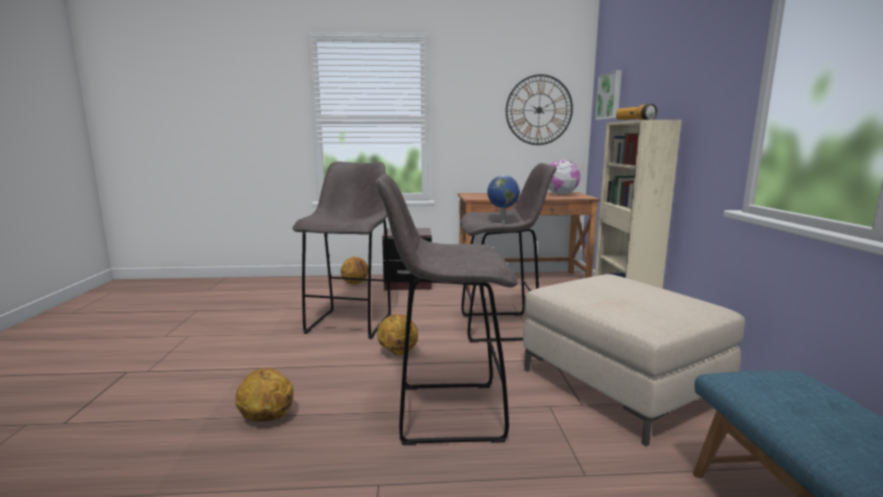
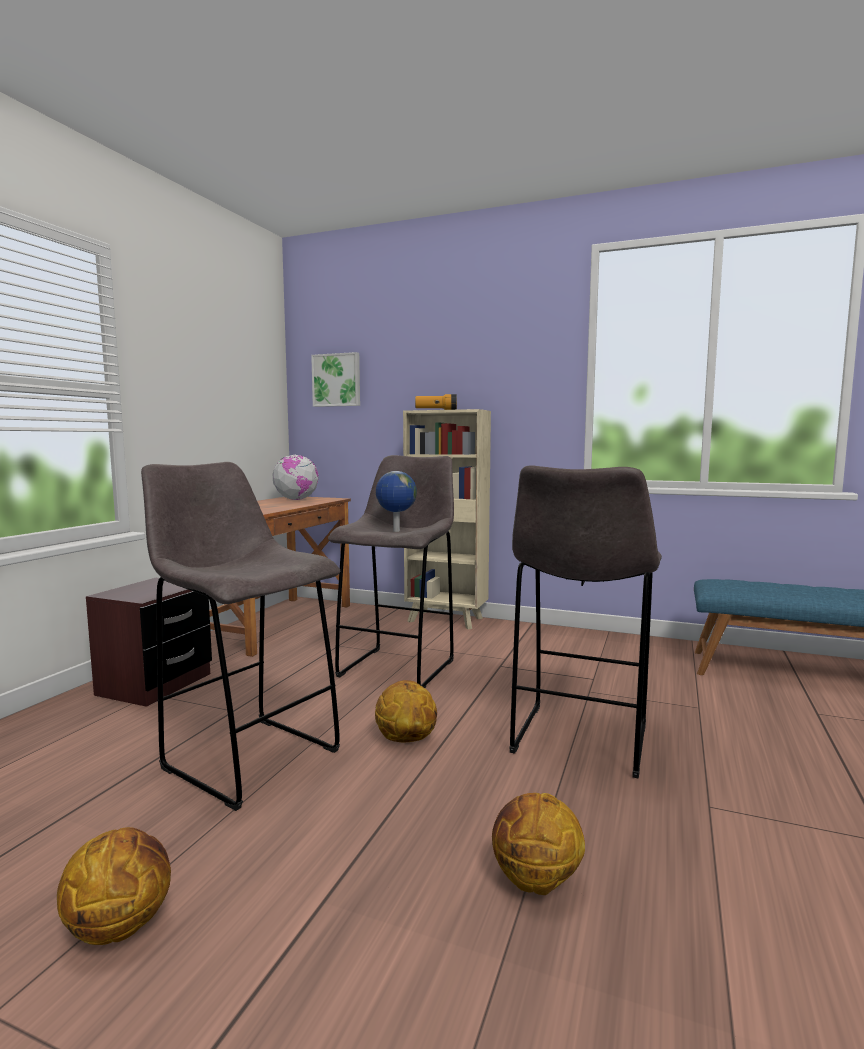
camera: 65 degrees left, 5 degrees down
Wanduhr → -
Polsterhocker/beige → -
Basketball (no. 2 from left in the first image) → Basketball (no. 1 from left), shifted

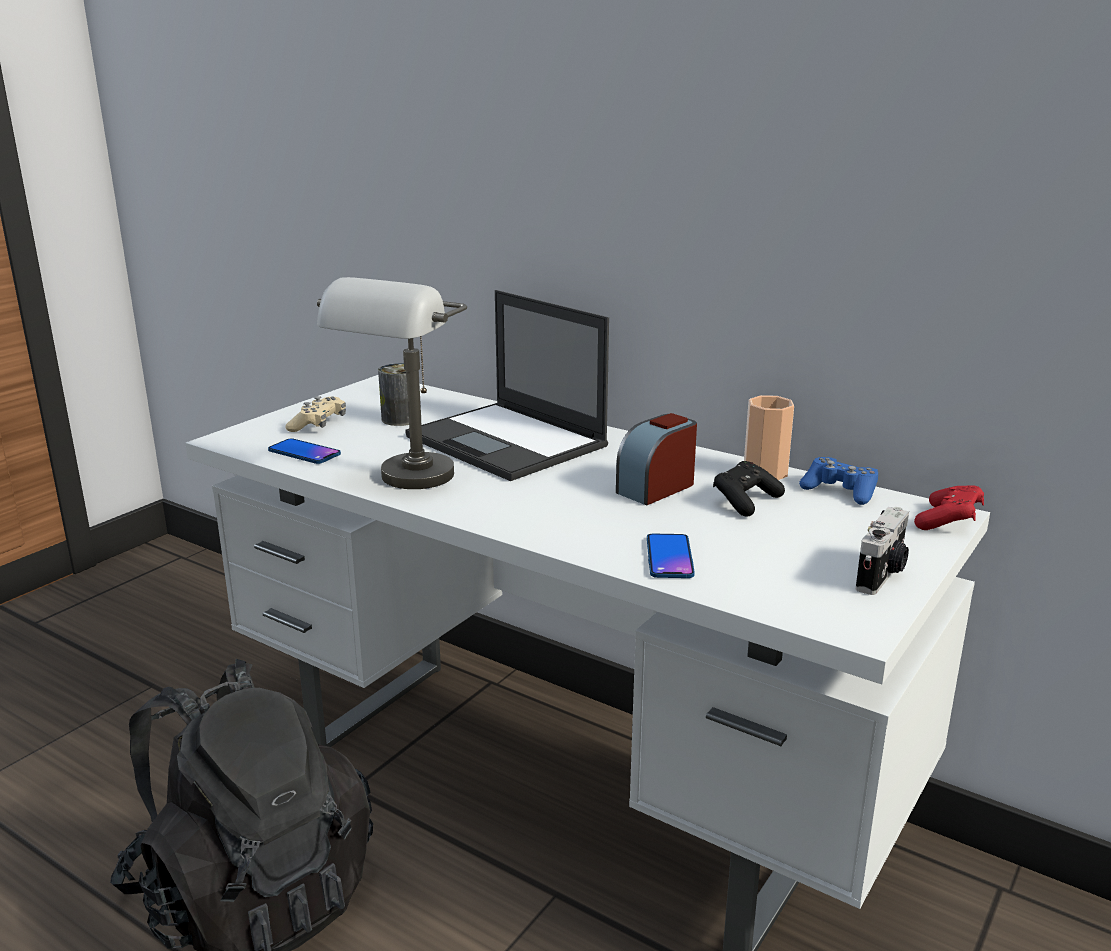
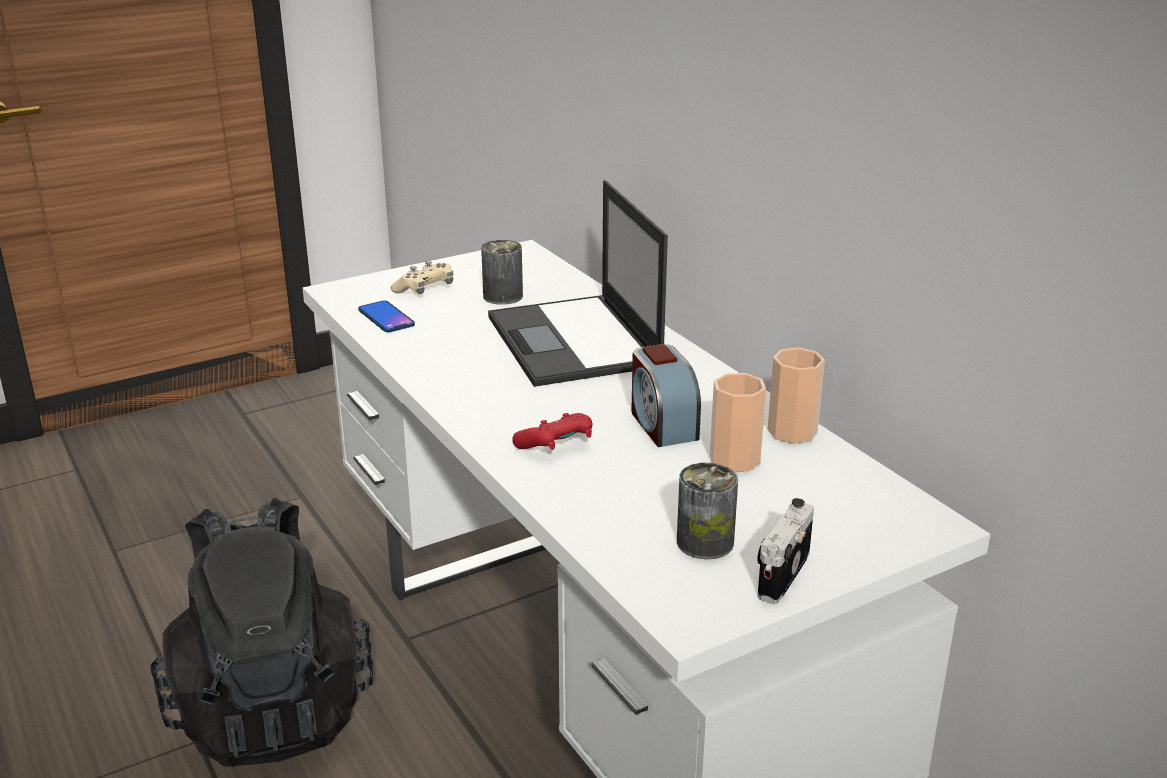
camera: 25 degrees right, 5 degrees up
Tischlampe/grau → -
Handy (no. 2 from left) → -
Gamepad/blau → -
- → Dose (no. 2 from left)
Gamepad/rot, shifted
Gamepad/schwarz → Tasse (no. 1 from left)
Wecker, 90 degrees counterclockwise
Kamera, 150 degrees clockwise

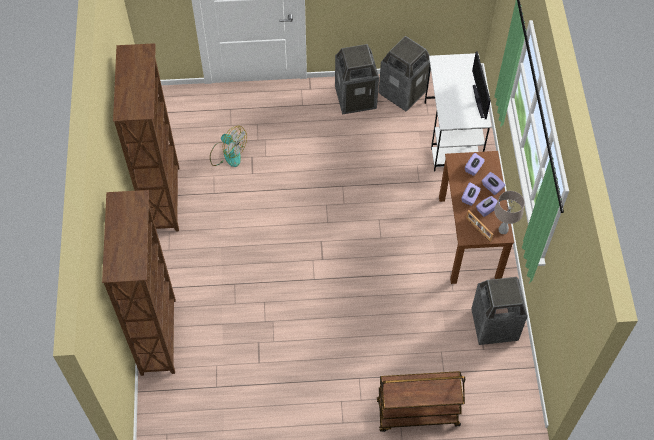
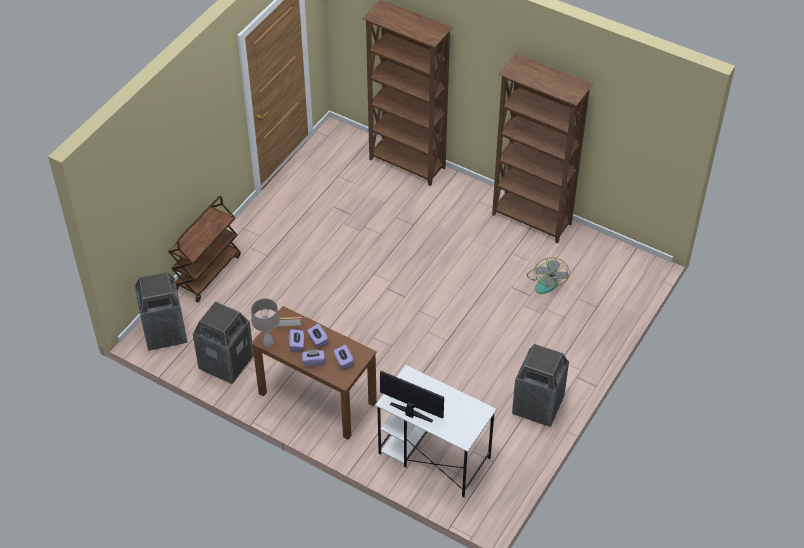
camera: 125 degrees right, 10 degrees down
Mülleimer (no. 2 from left in the first image) → Mülleimer (no. 1 from left), shifted
Ventilator, 60 degrees counterclockwise

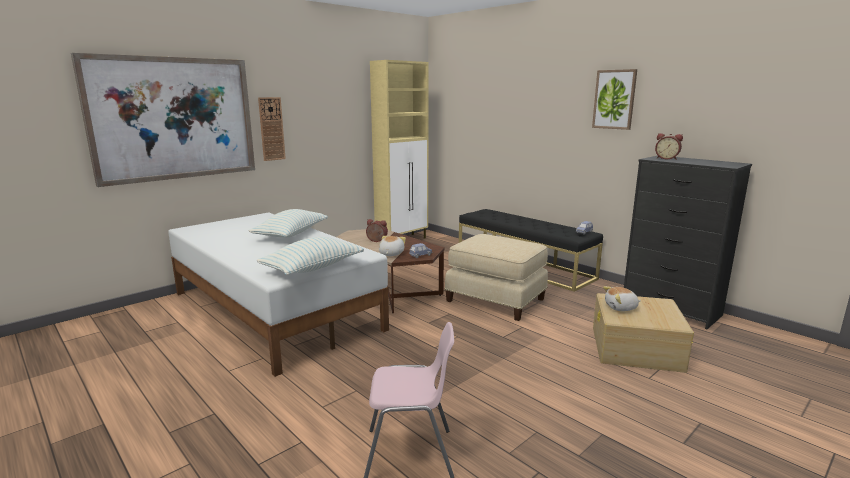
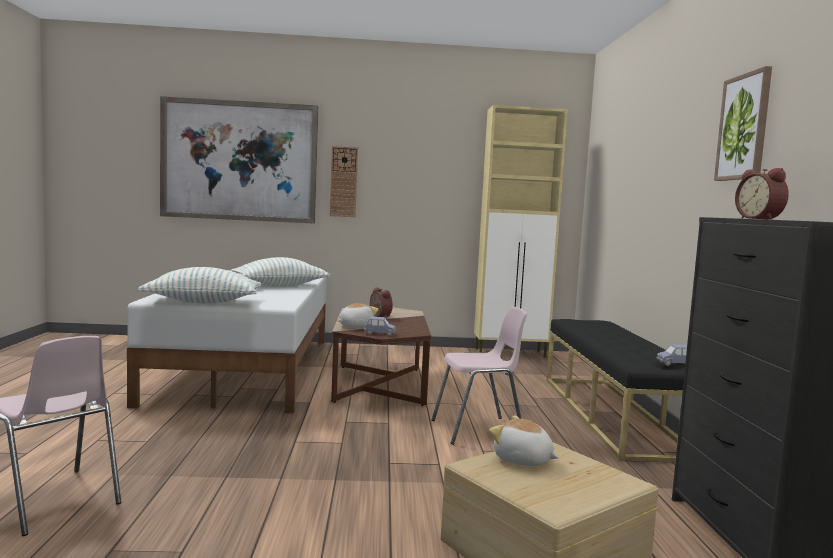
camera: 40 degrees right, 10 degrees down
Polsterhocker/beige → Stuhl/rosa (no. 2 from left)

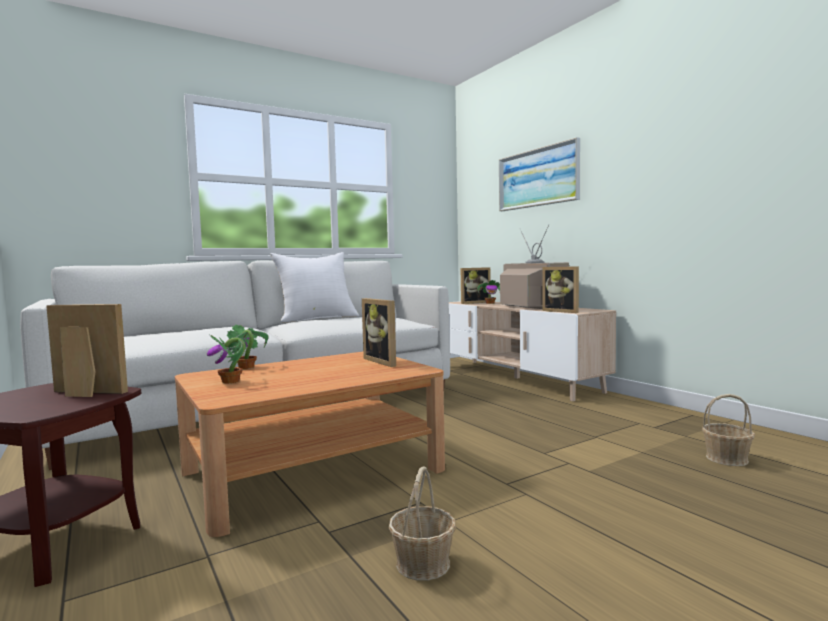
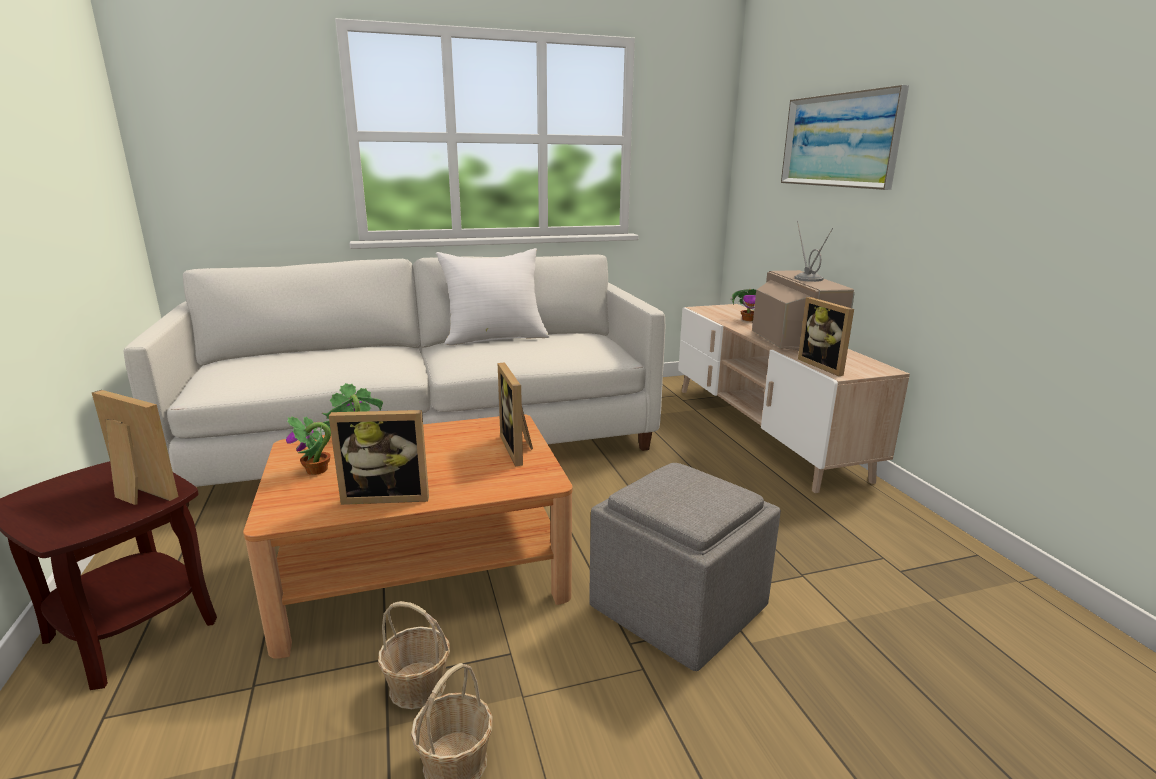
camera: 15 degrees right, 15 degrees up
- → Polsterhocker/grau
Bilderrahmen (no. 3 from left in the first image) → Bilderrahmen (no. 2 from left), shifted
Korb (no. 2 from left in the first image) → Korb (no. 1 from left), shifted

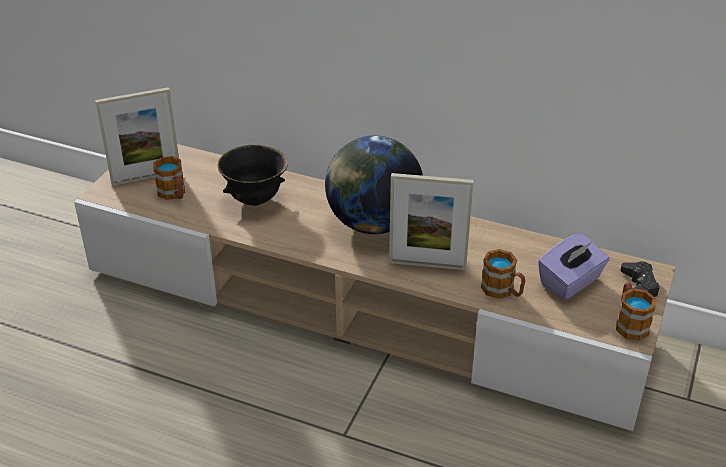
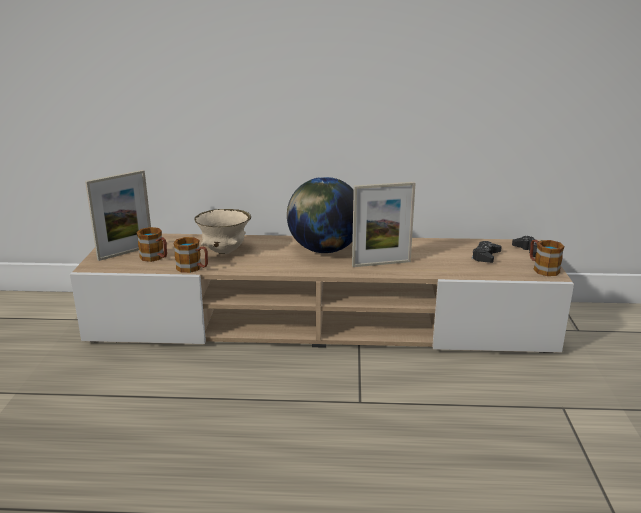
camera: 20 degrees left, 15 degrees down
Henkelbecher (no. 2 from left), shifted
Taschentuchbox/lila → Gamepad/schwarz (no. 1 from left)
Schüssel/schwarz → Schüssel/beige

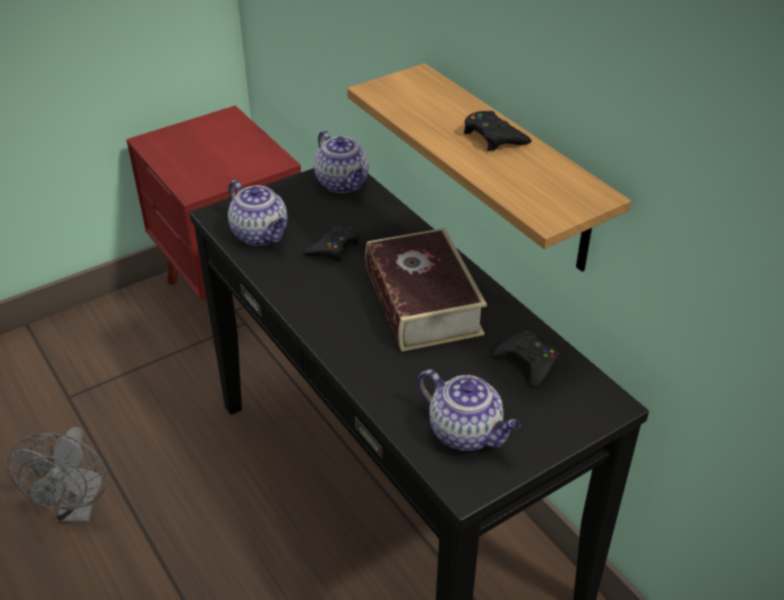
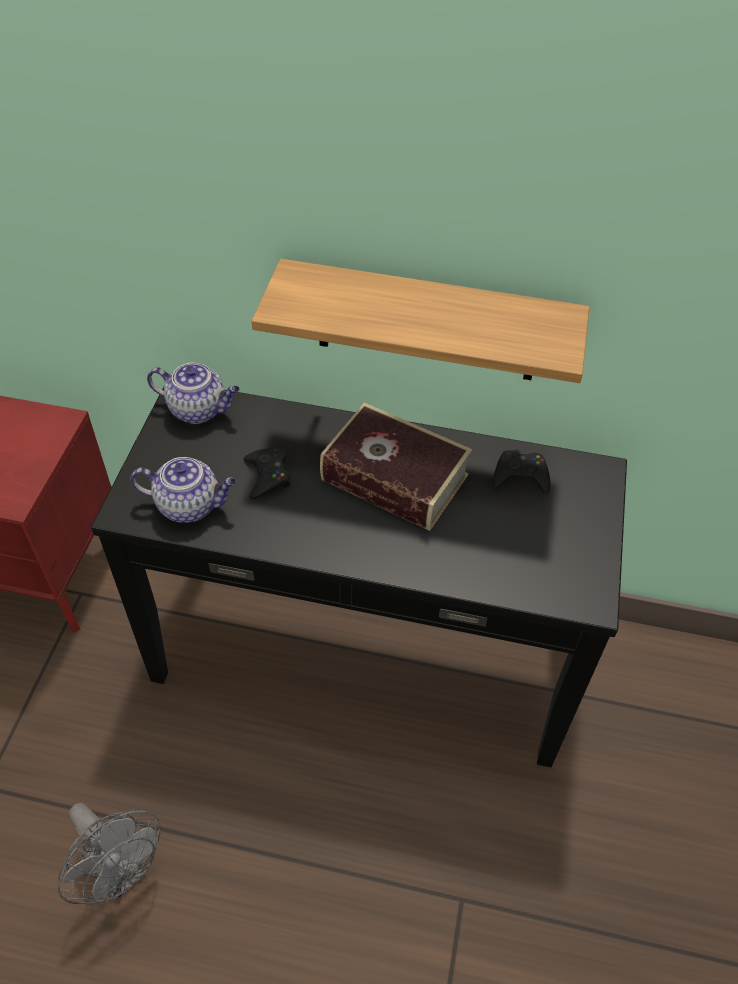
camera: 45 degrees left, 10 degrees up
Teekanne (no. 3 from left) → -
Gamepad/schwarz (no. 2 from left) → -

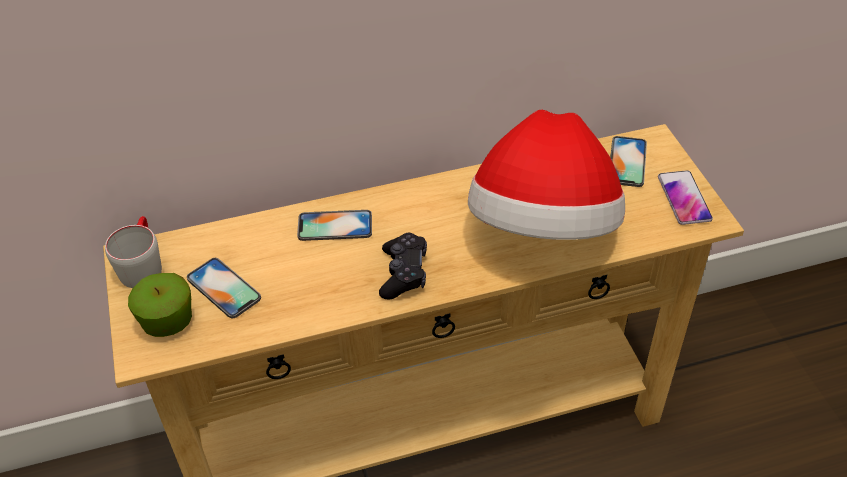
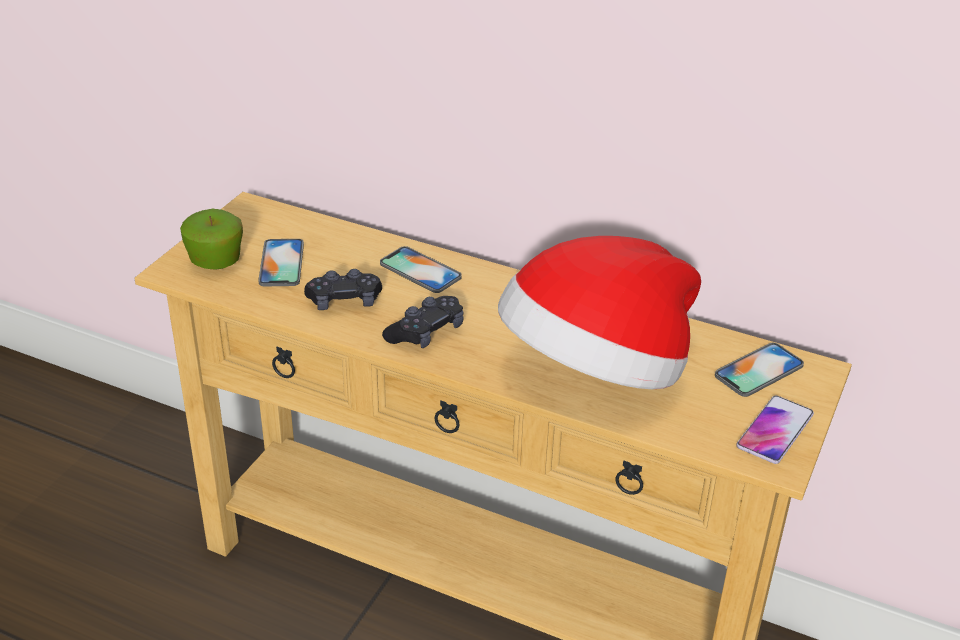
camera: 40 degrees right, 10 degrees down
Henkelbecher/grau → -
- → Gamepad/schwarz (no. 1 from left)

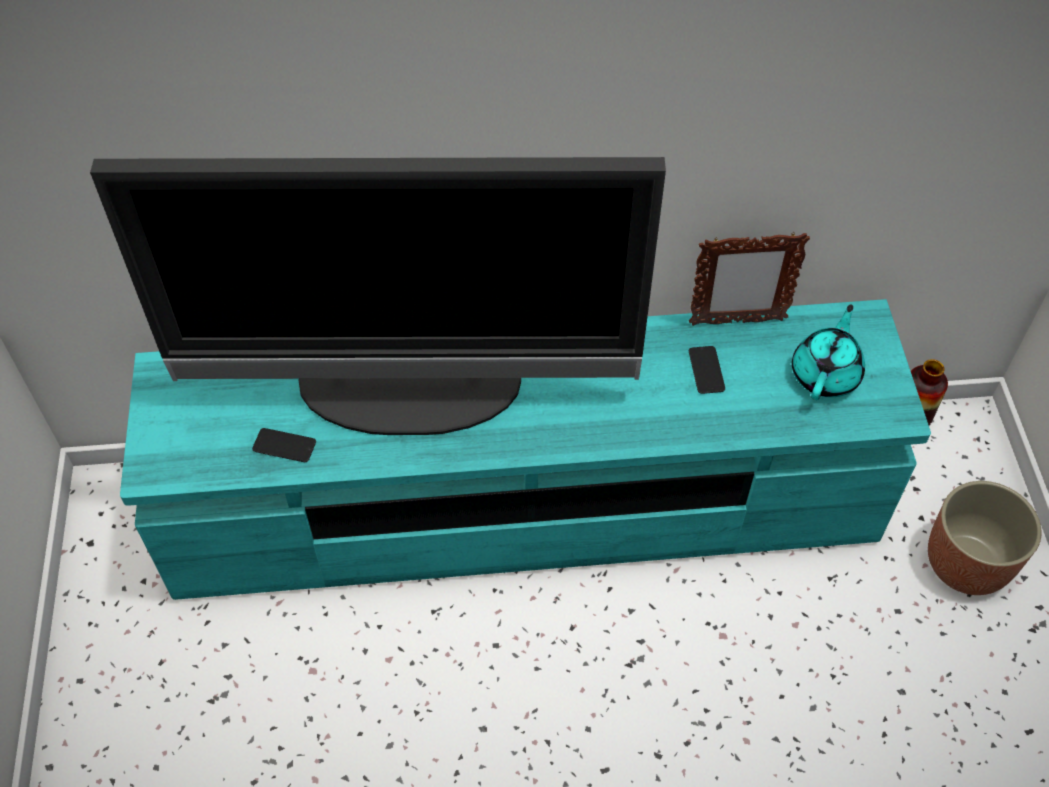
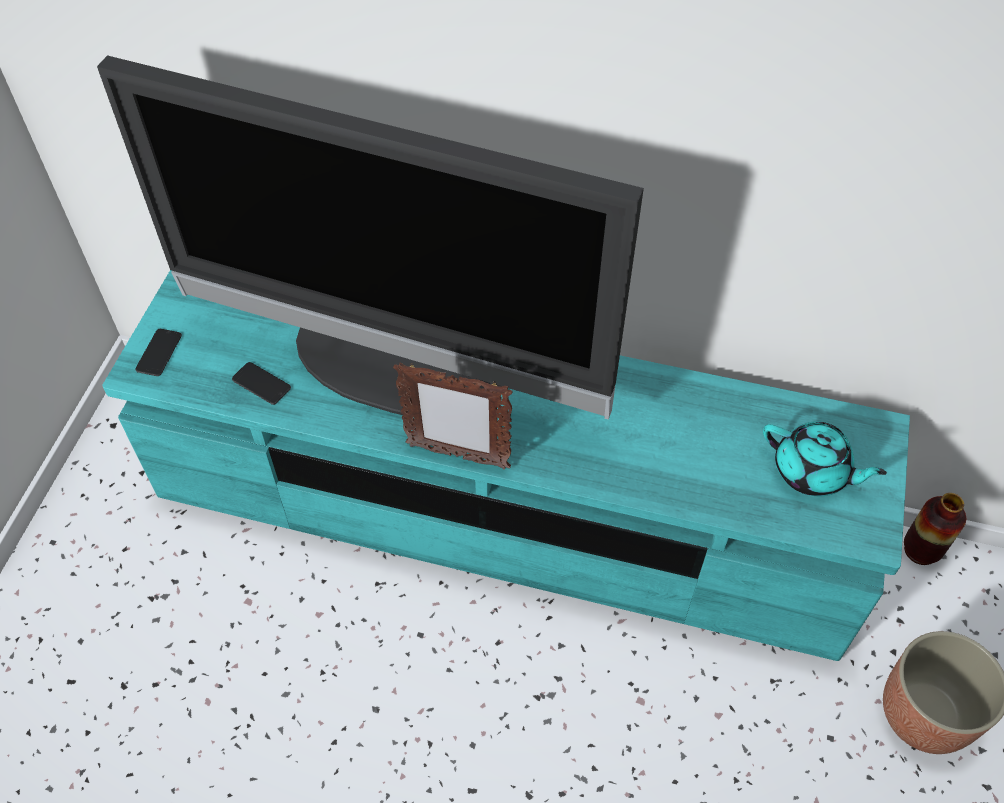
camera: 20 degrees right, 0 degrees up
Bilderrahmen, shifted
Handy (no. 2 from left in the first image) → Handy (no. 1 from left), shifted
Teekanne/türkis, 75 degrees clockwise

